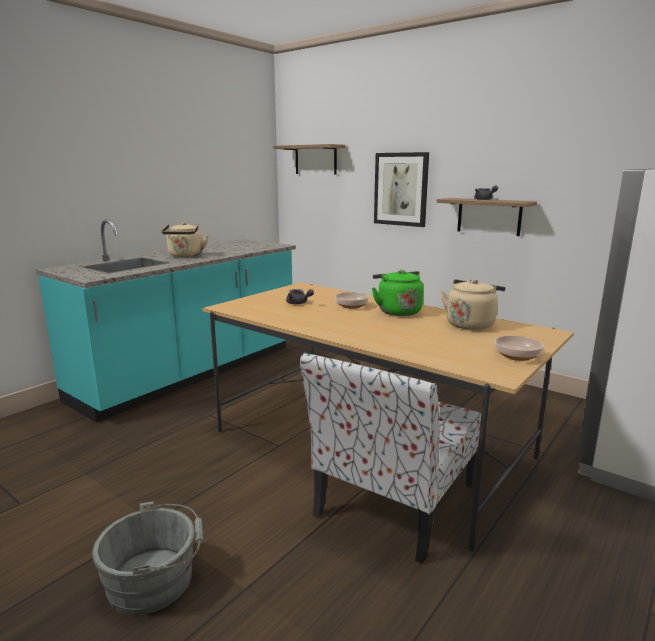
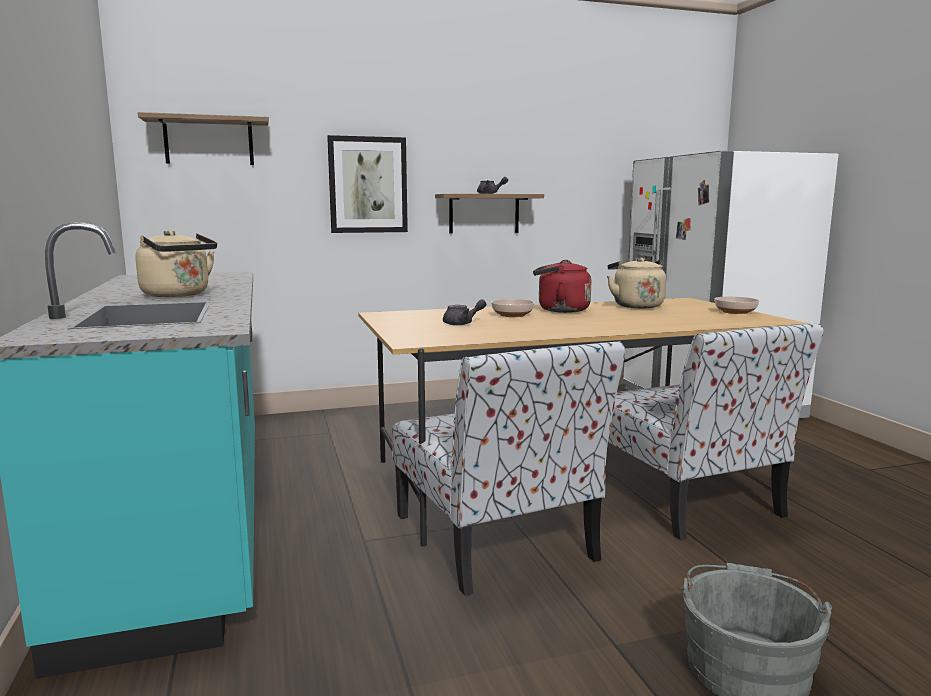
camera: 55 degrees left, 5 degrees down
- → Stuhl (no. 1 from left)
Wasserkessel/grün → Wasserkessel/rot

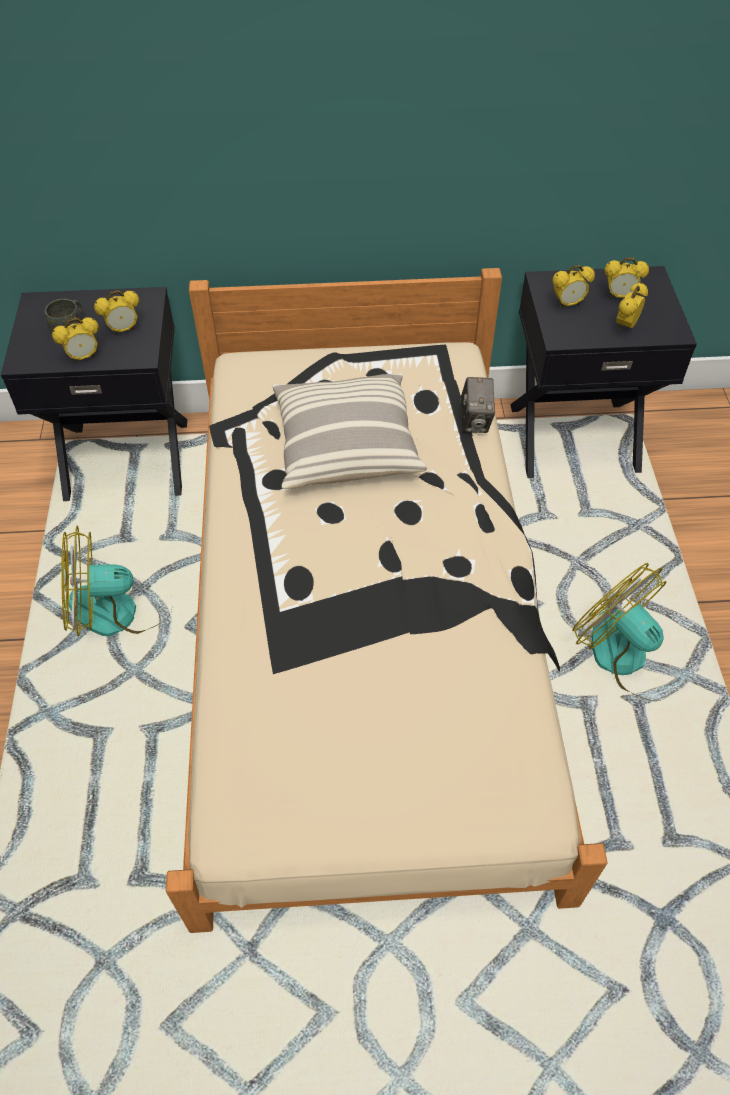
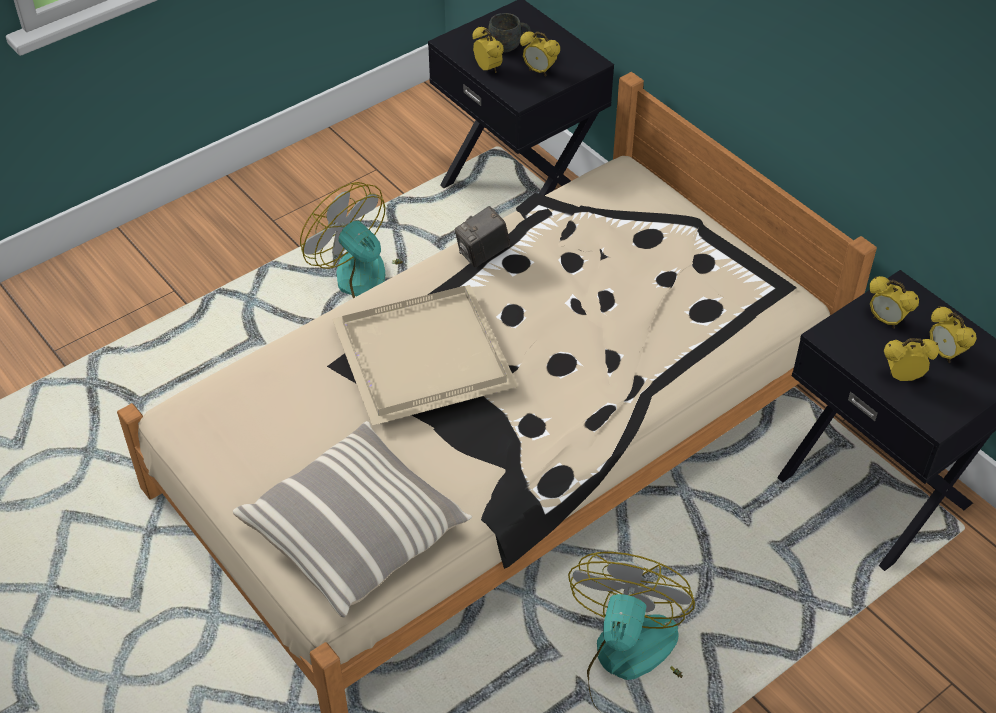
camera: 55 degrees right, 5 degrees down
- → Tablett/beige
Kissen, shifted
Kamera, shifted
Wecker (no. 1 from left), 150 degrees counterclockwise

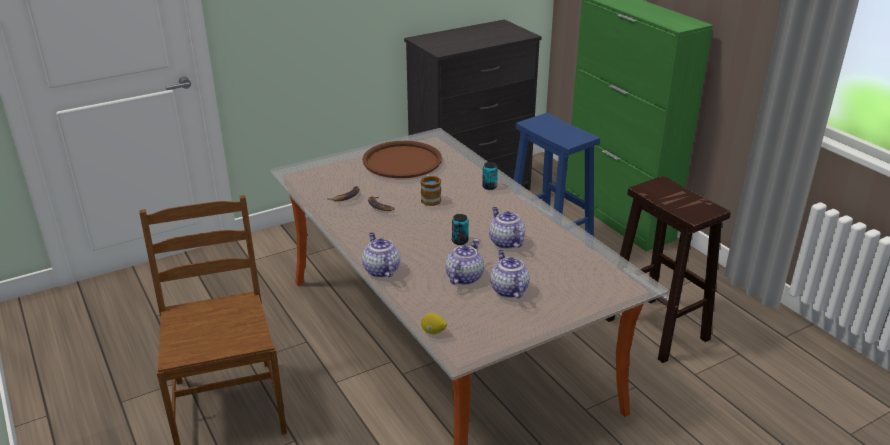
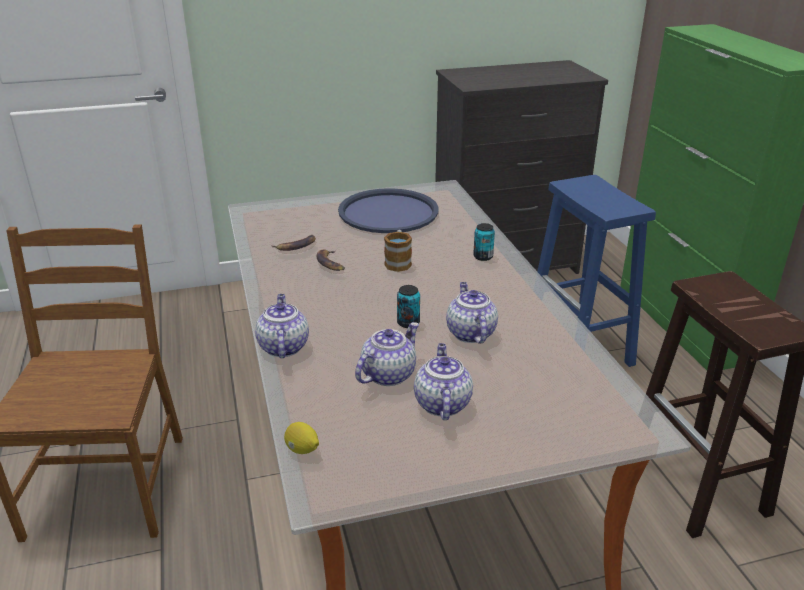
camera: 15 degrees right, 0 degrees up
Tablett/braun → Tablett/blau

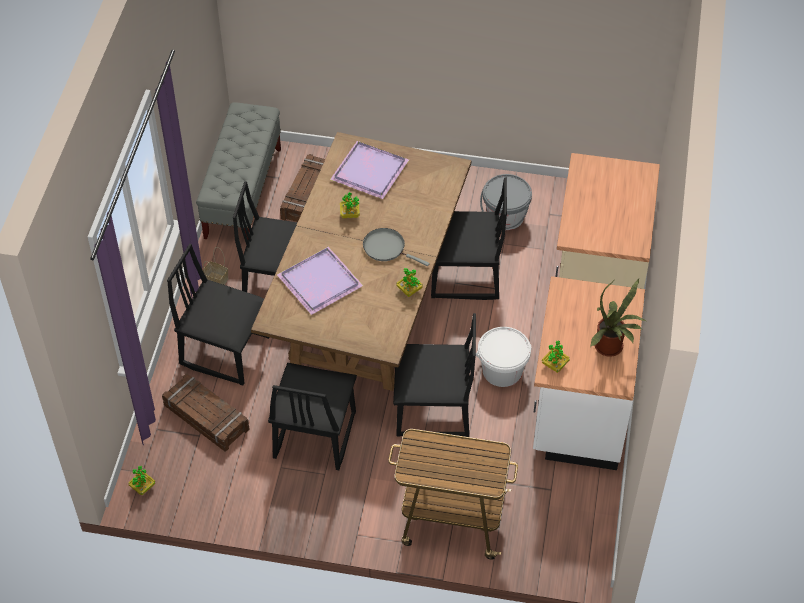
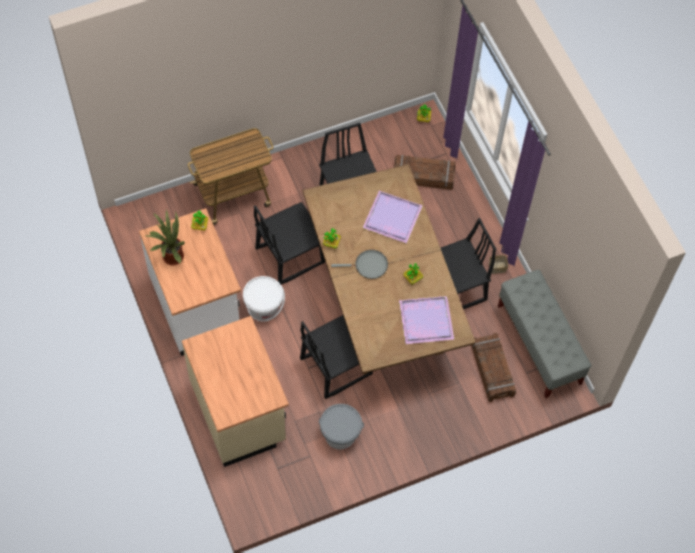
camera: 145 degrees right, 10 degrees up
Stuhl/schwarz (no. 1 from left) → -

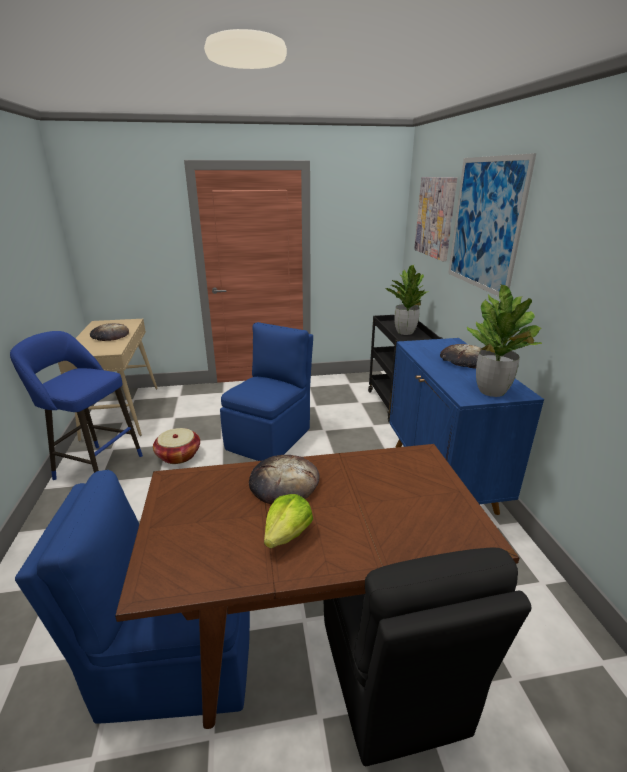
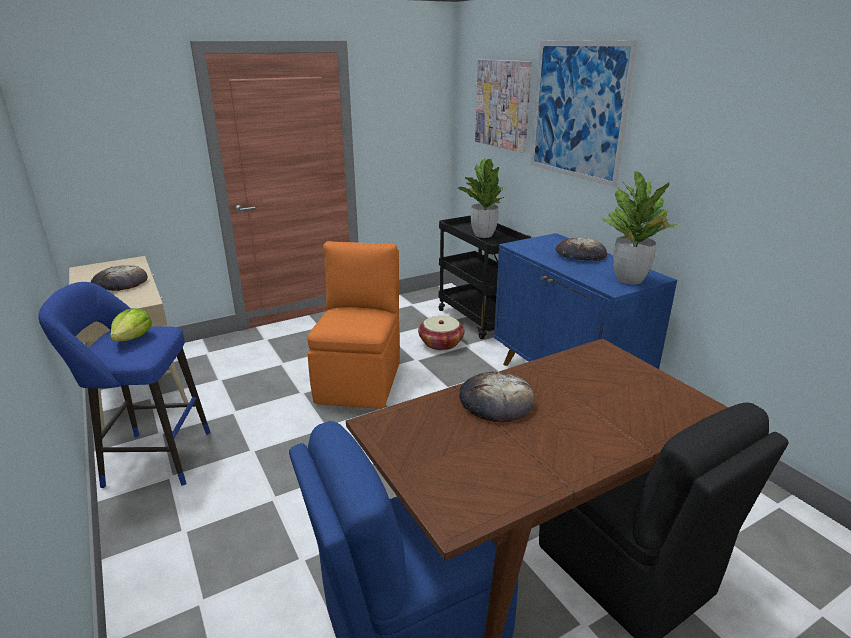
camera: 20 degrees left, 0 degrees up
Korb, shifted
Salatkopf, shifted
Stuhl/blau (no. 2 from left) → Stuhl/orange

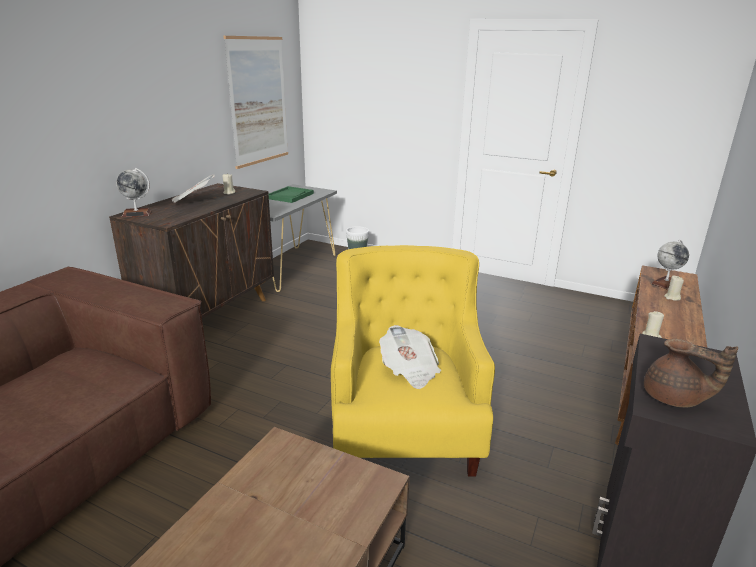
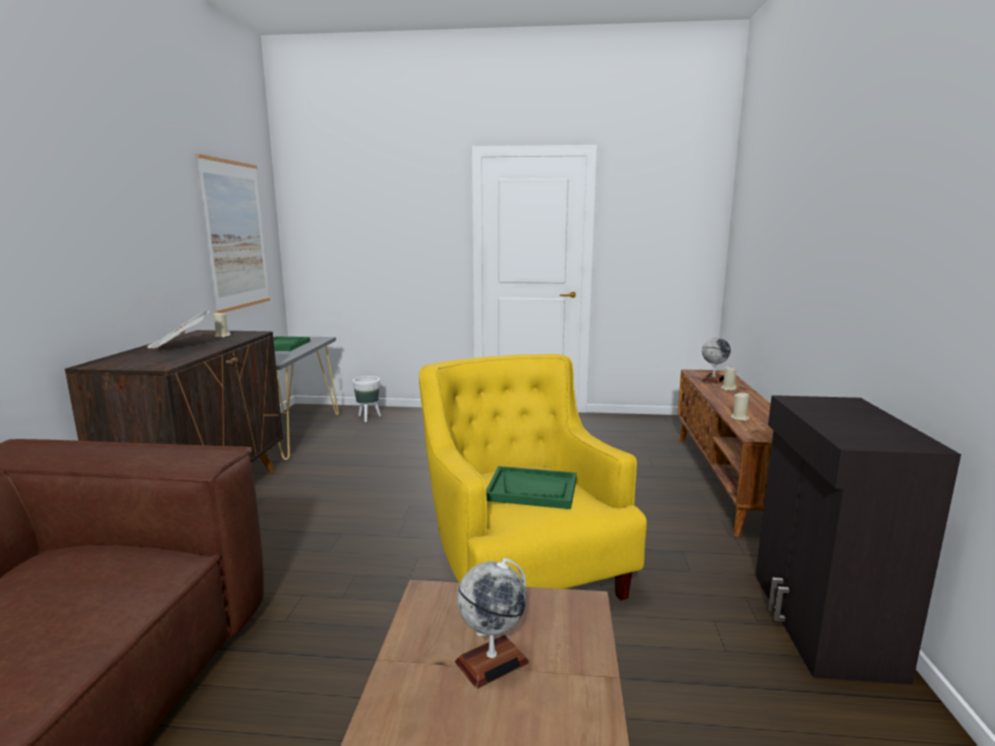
camera: 20 degrees left, 10 degrees down
Teekanne/braun → -
Globus (no. 1 from left), shifted
Zeitung (no. 2 from left) → Tablett/grün (no. 2 from left)

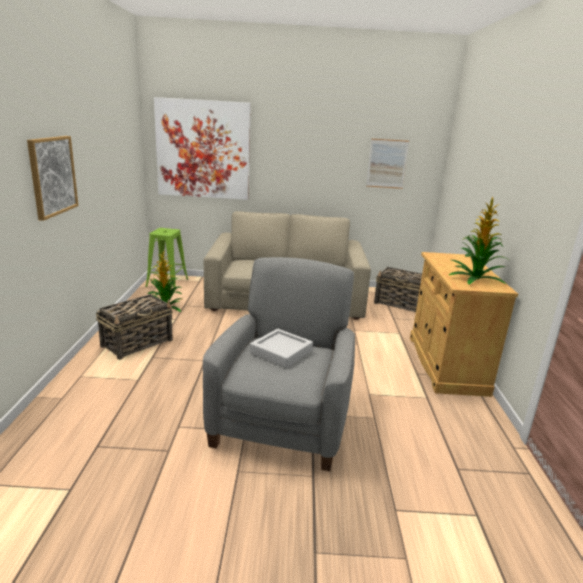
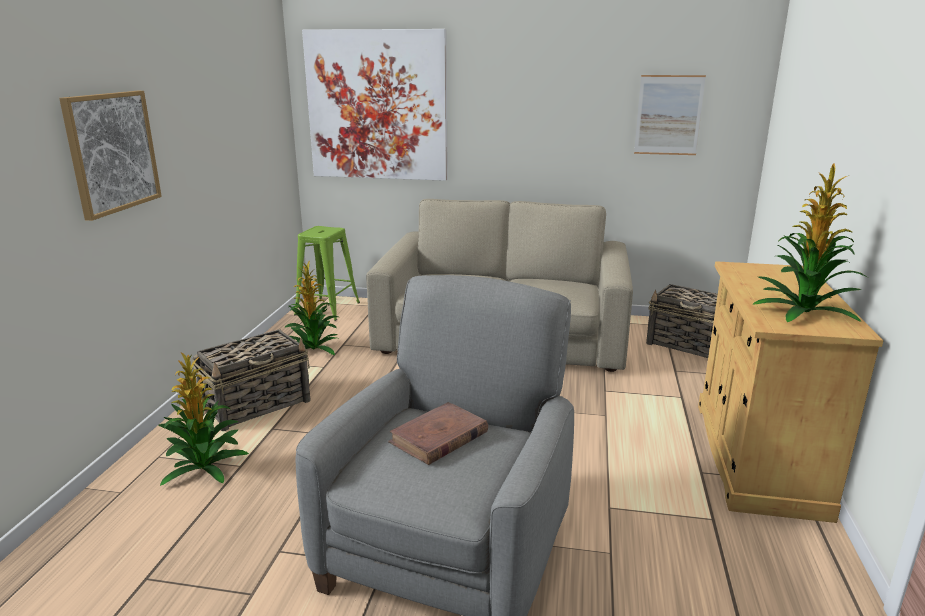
camera: 10 degrees right, 0 degrees up
- → Topfpflanze (no. 1 from left)
Tablett/grau → Buch/braun

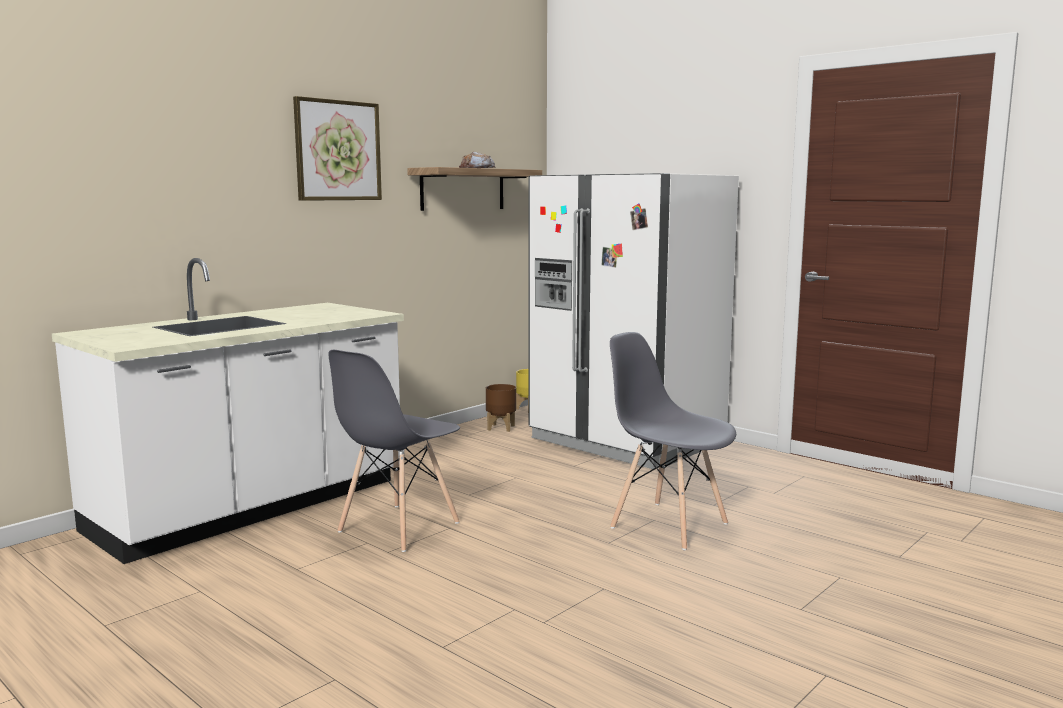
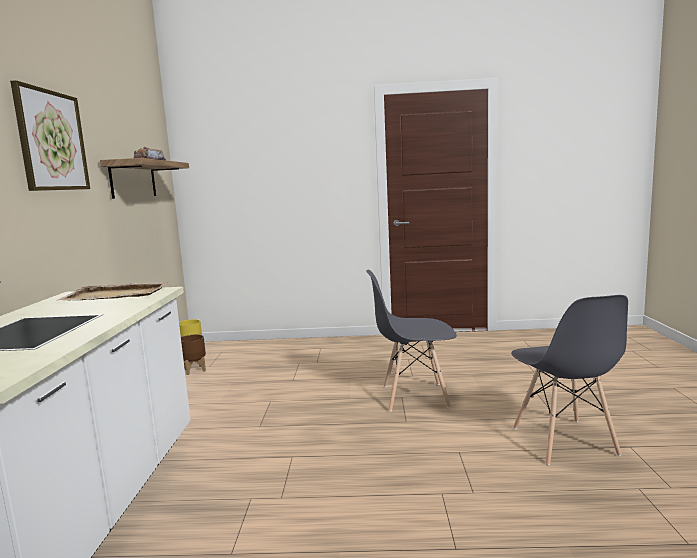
camera: 40 degrees left, 0 degrees up
Kühlschrank/weiß → -
- → Tablett/beige
Stuhl/grau (no. 1 from left in the first image) → Stuhl/grau (no. 2 from left), shifted

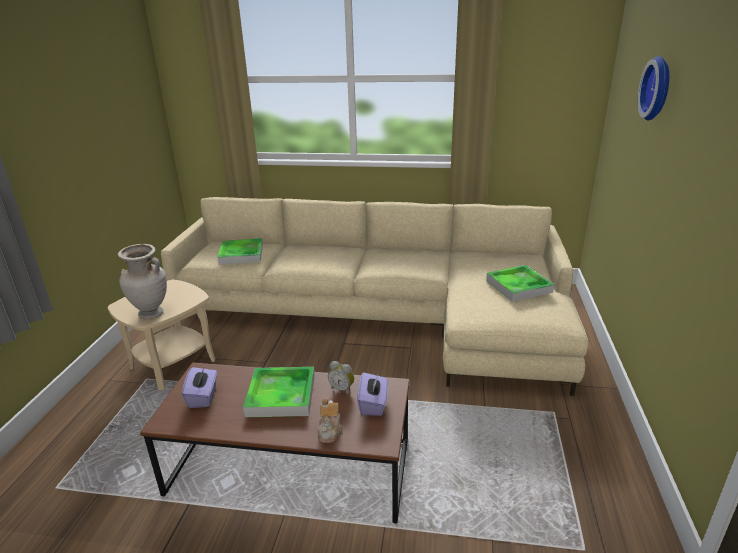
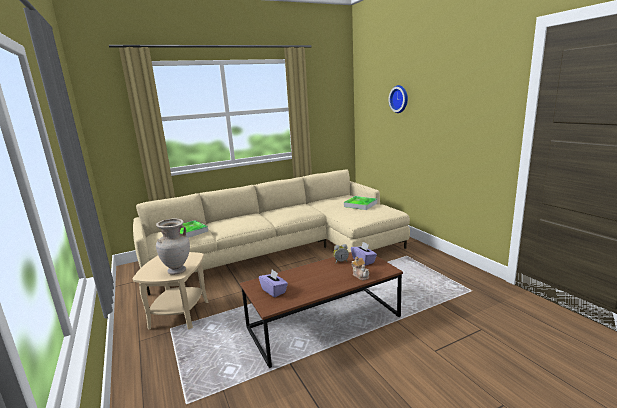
camera: 35 degrees left, 10 degrees down
Tablett (no. 2 from left) → -

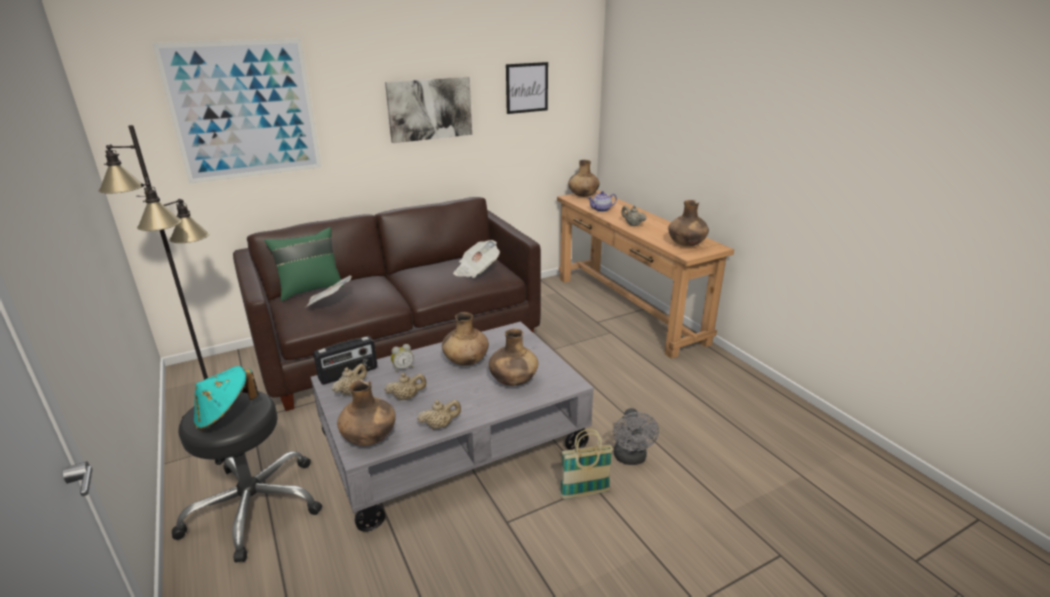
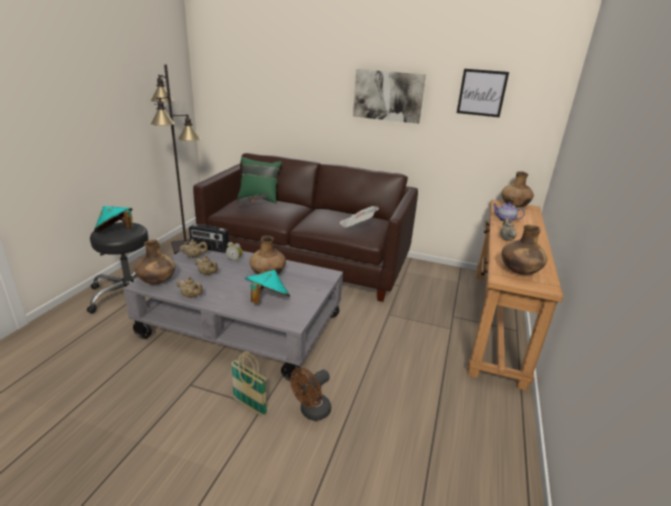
camera: 45 degrees right, 0 degrees up
Bild (no. 1 from left) → -
Vase/braun (no. 3 from left) → Hut/türkis (no. 2 from left)
Ventilator/grau → Ventilator/braun

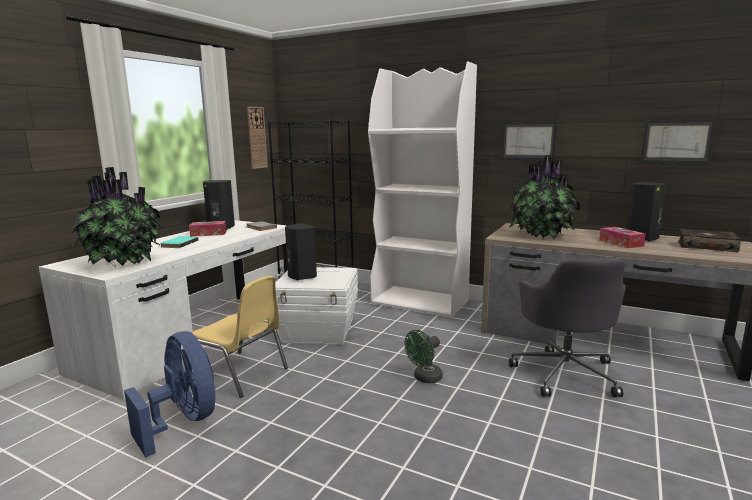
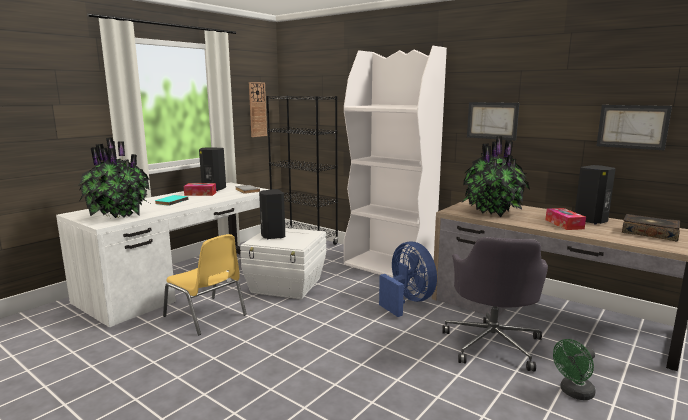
camera: 10 degrees right, 0 degrees up
Ventilator/blau, shifted
Ventilator/grün, shifted

